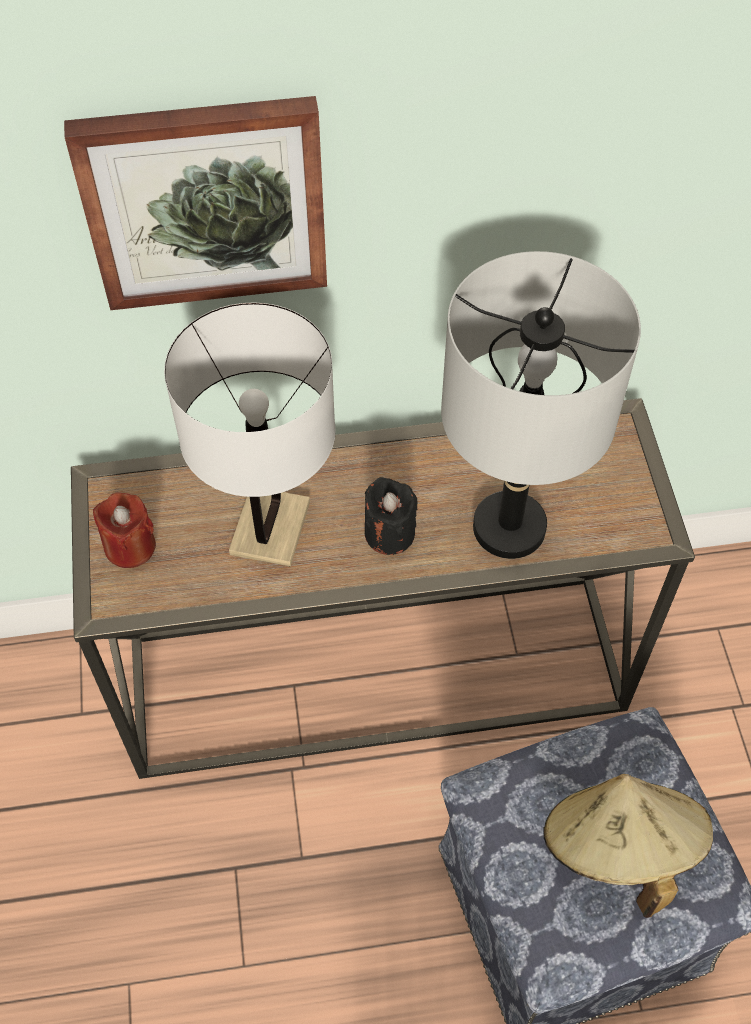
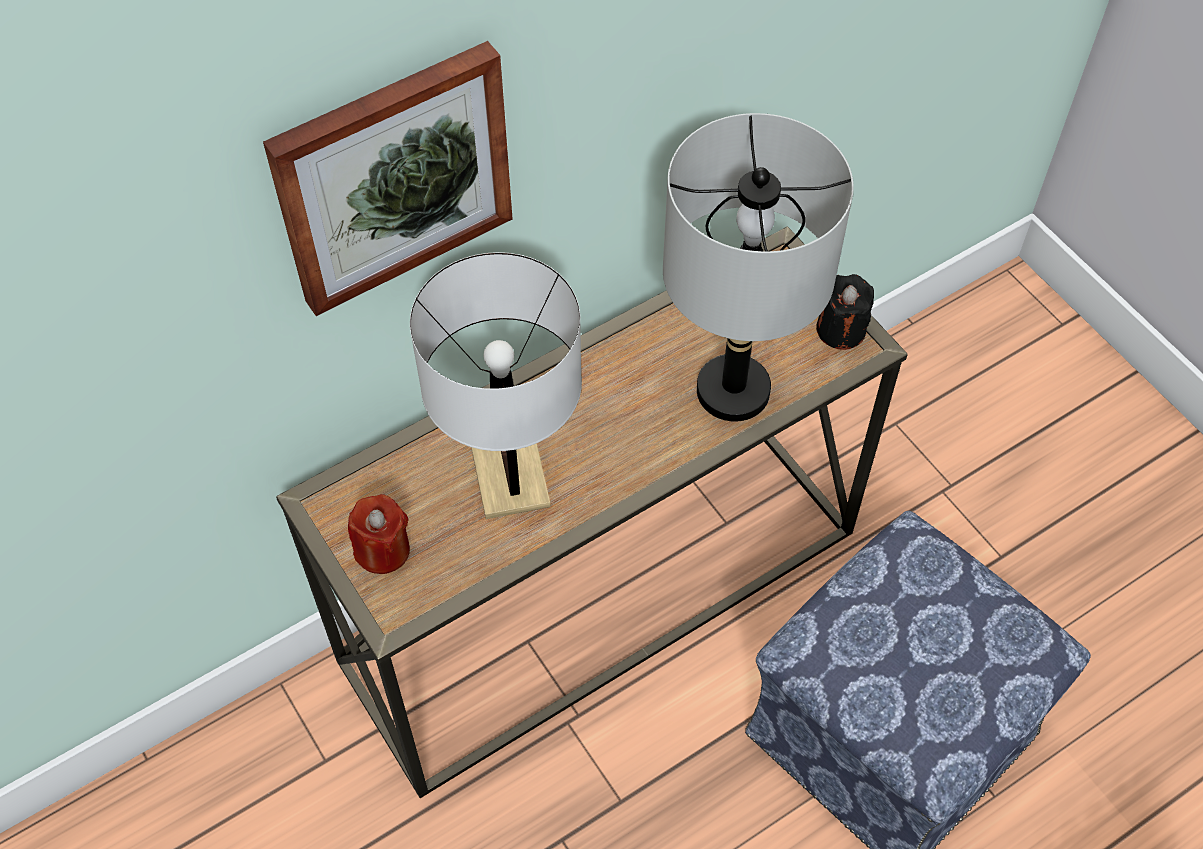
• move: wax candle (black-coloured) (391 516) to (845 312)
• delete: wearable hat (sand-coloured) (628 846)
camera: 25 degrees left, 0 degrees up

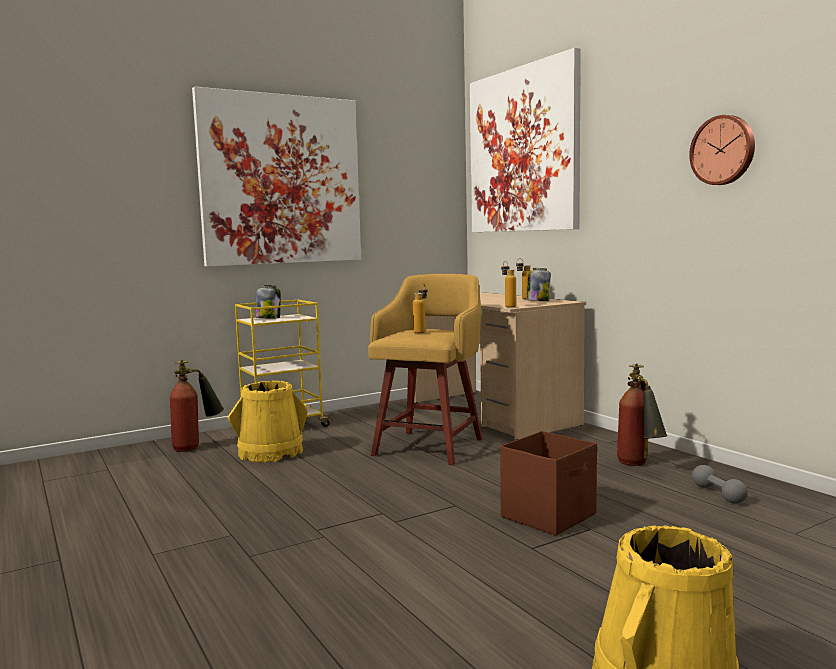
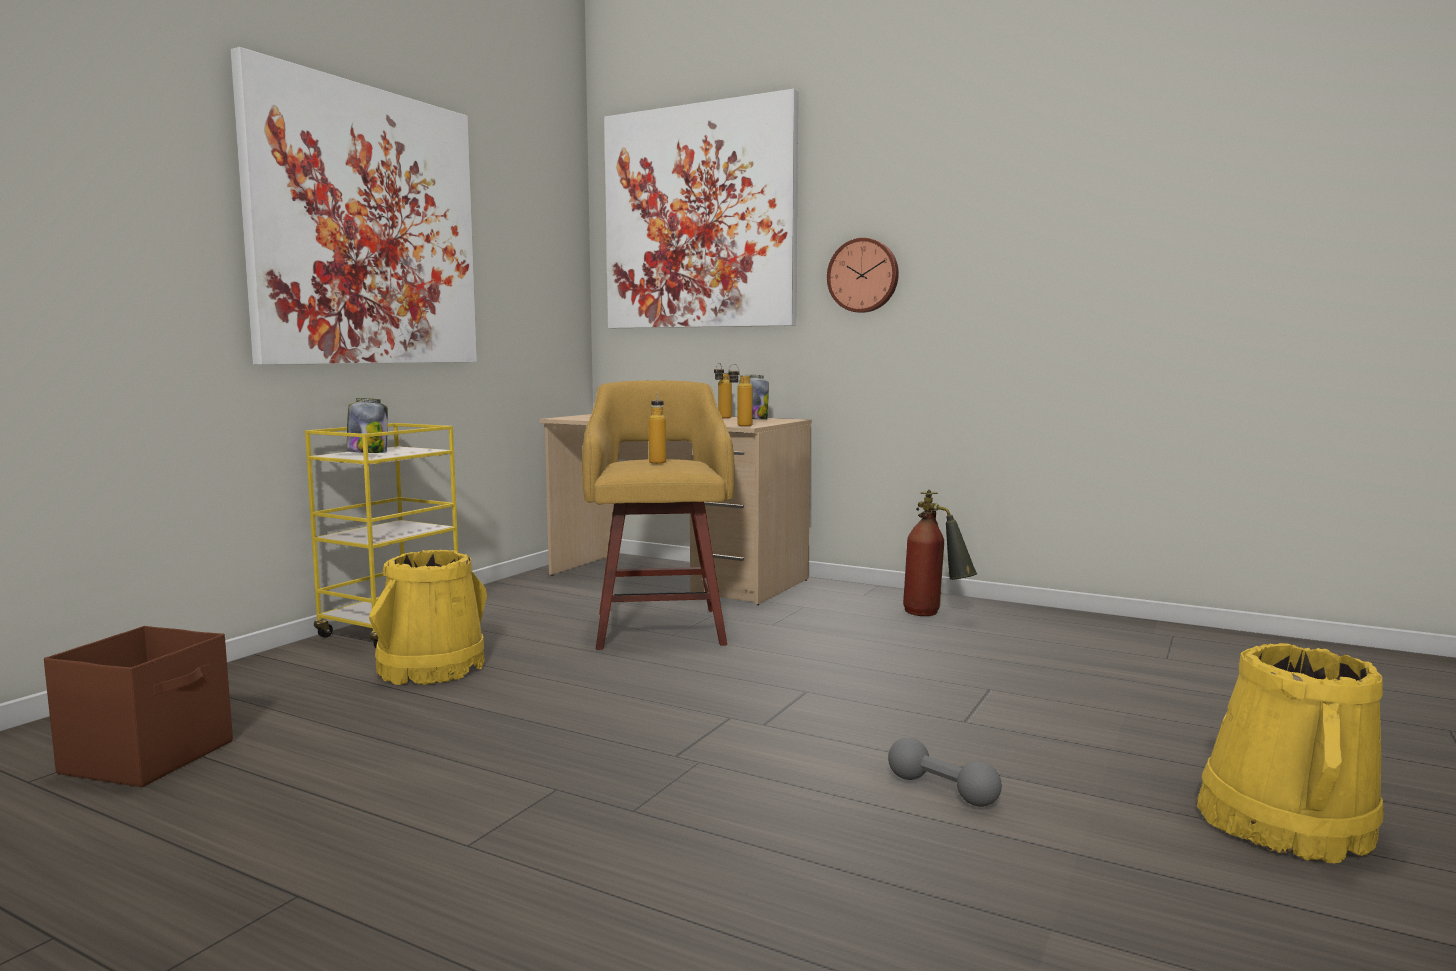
• move: hanging clock (722 150) to (863 275)
• delete: fire extinguisher (197 406)
• move: storage bin (brownish) (548 483) to (138 706)
• move: hand weight (gray) (720 484) to (945 772)
camera: 30 degrees left, 0 degrees up

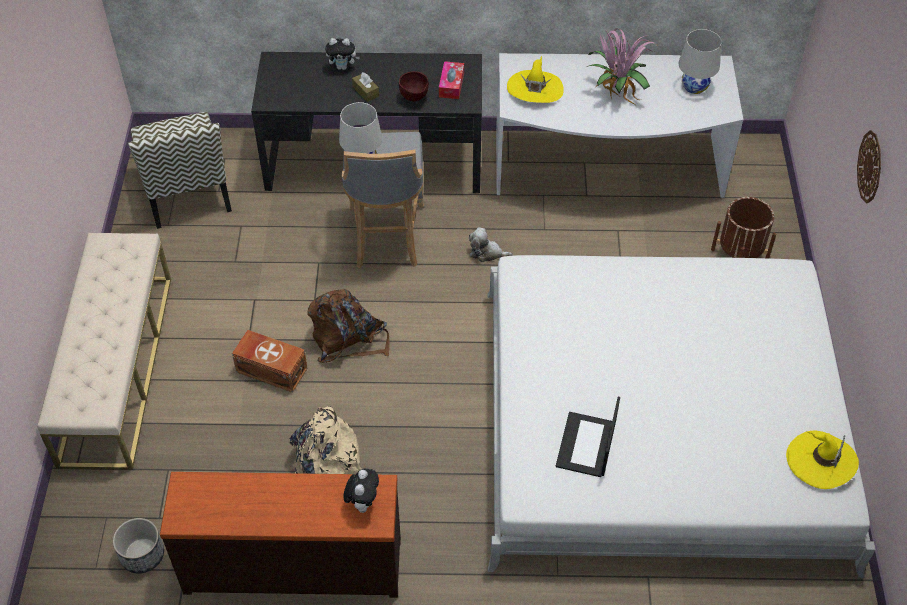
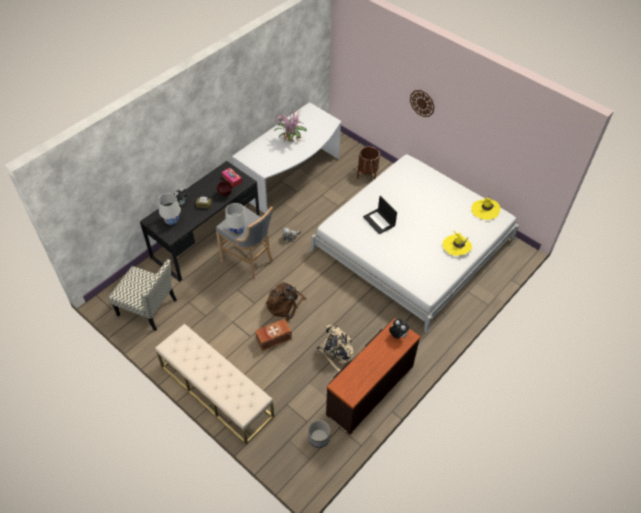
• move: table lamp (whitish) (700 61) to (169 209)
• move: wearable hat (yellowish) (535 79) to (457 243)
• move: laptop (588 437) to (380 215)
camera: 50 degrees left, 0 degrees up

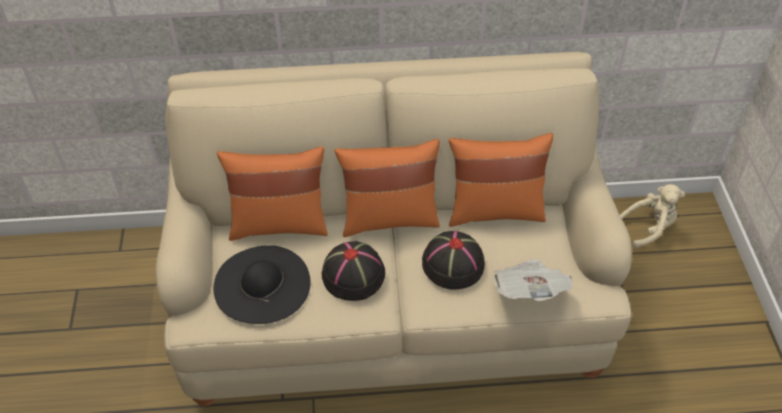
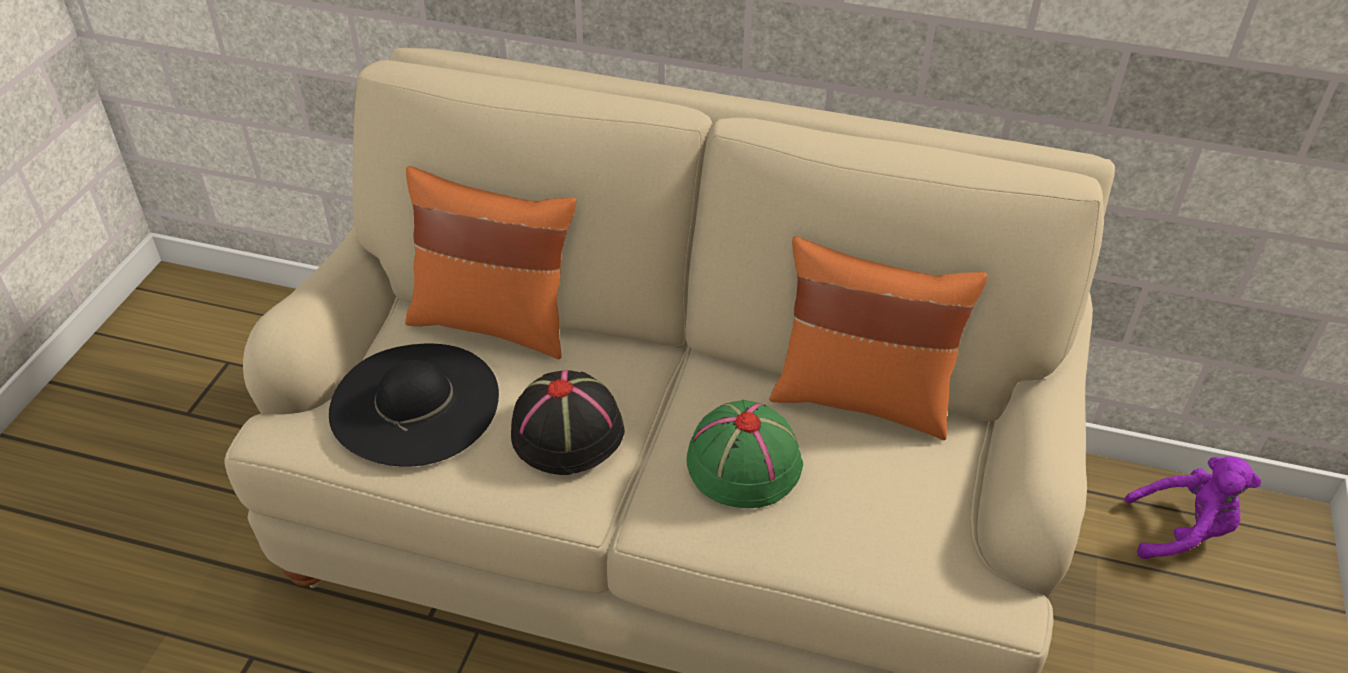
• delete: cushion (orange-coloured) (387 188)
• recolor: plush toy (sand-coloured) (652 216) to plush toy (purple) (1192 507)
• recolor: wearable hat (black-coloured) (453 260) to wearable hat (green) (745 454)
• delete: newspaper (533 280)
camera: 20 degrees right, 5 degrees down

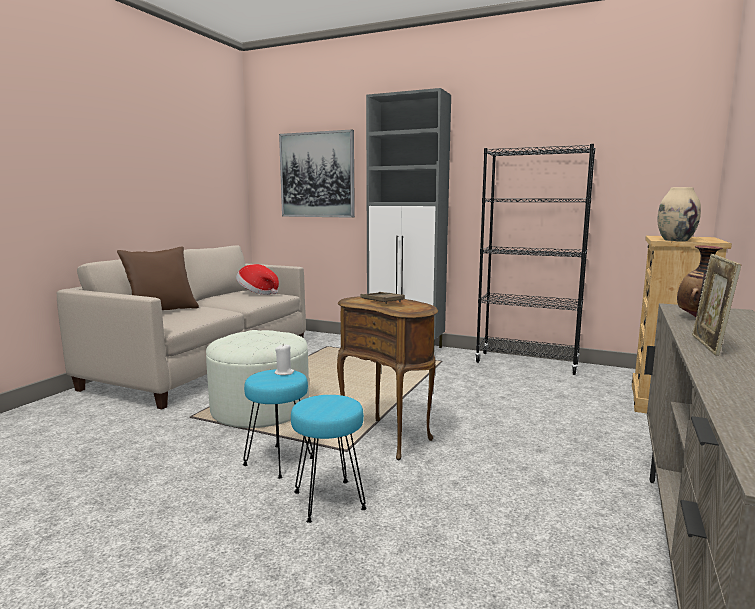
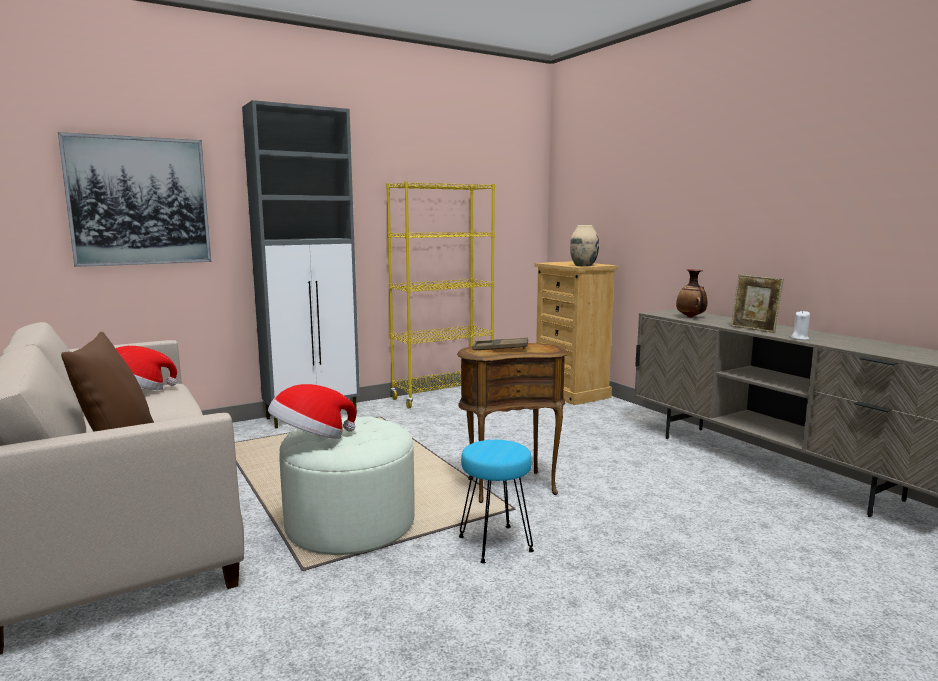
• recolor: bookshelf (black-coloured) (535 259) to bookshelf (yellowish) (440 294)
• move: wax candle (whitish) (284 360) to (800 325)
• delete: sitting stool (turquoise) (329 459)
• insert: wearable hat (312 411)
camera: 55 degrees left, 0 degrees up

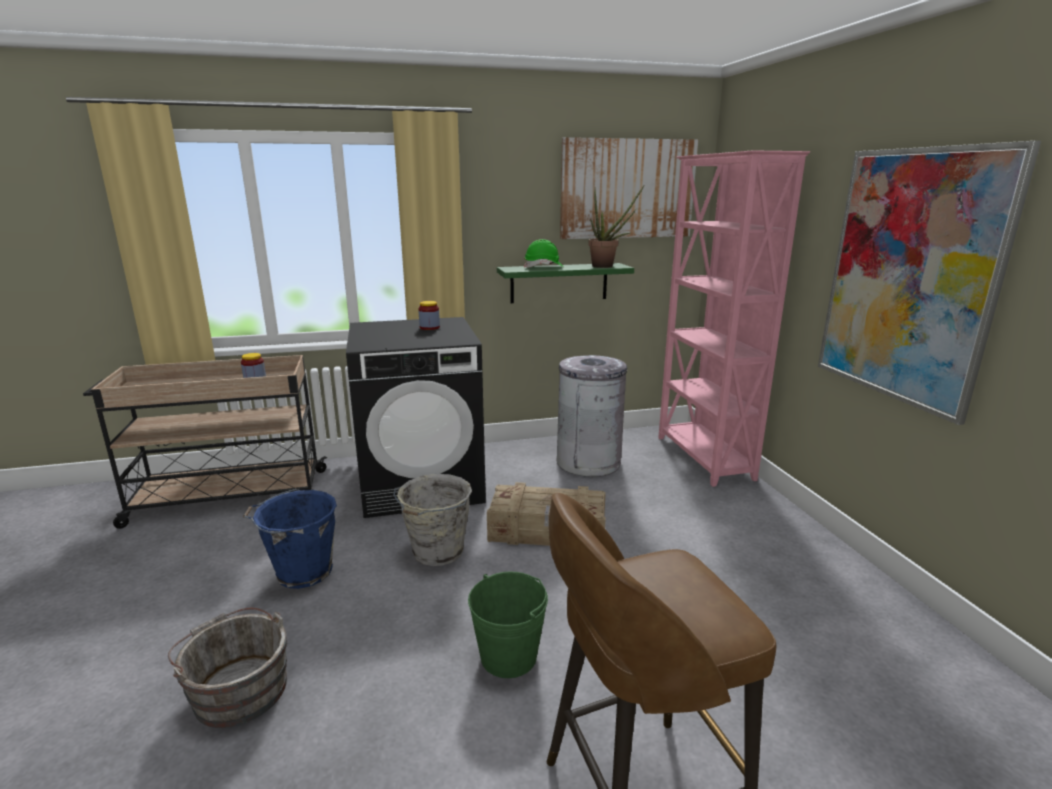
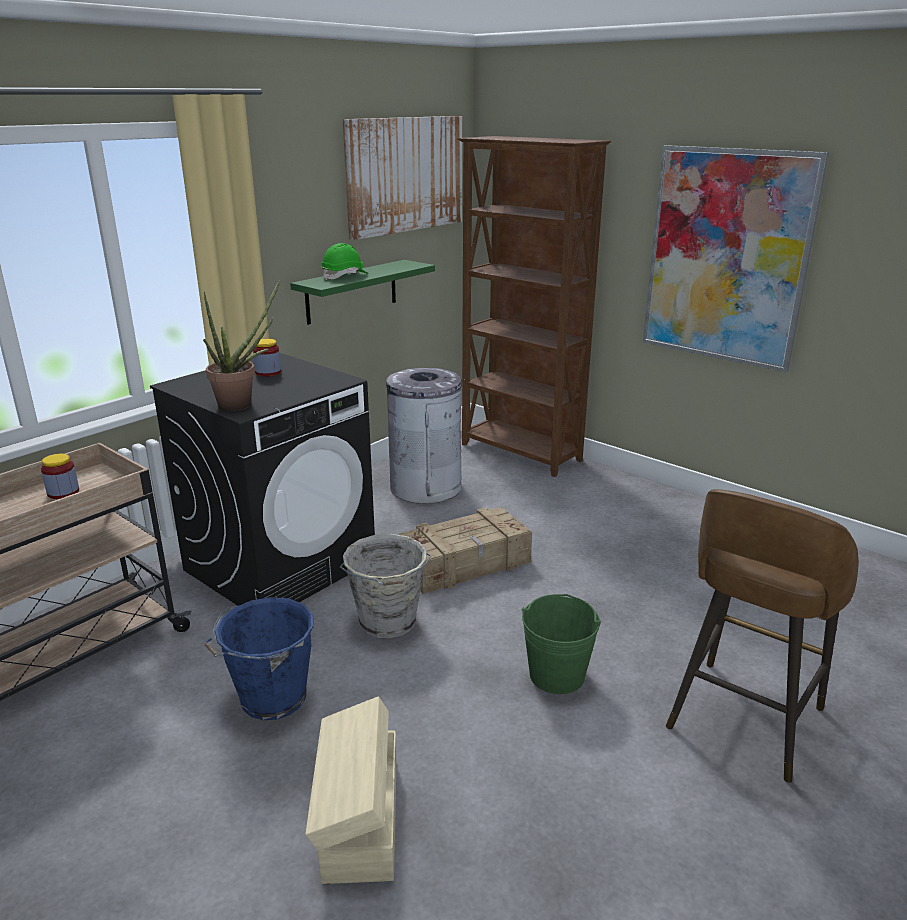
• recolor: bookshelf (pink) (734 318) to bookshelf (brownish) (534 306)
• move: houseplant (616 226) to (241 345)
• replace: pail (gray) (227 668) to storage bin (sand-coloured) (351 790)
camera: 35 degrees left, 5 degrees up

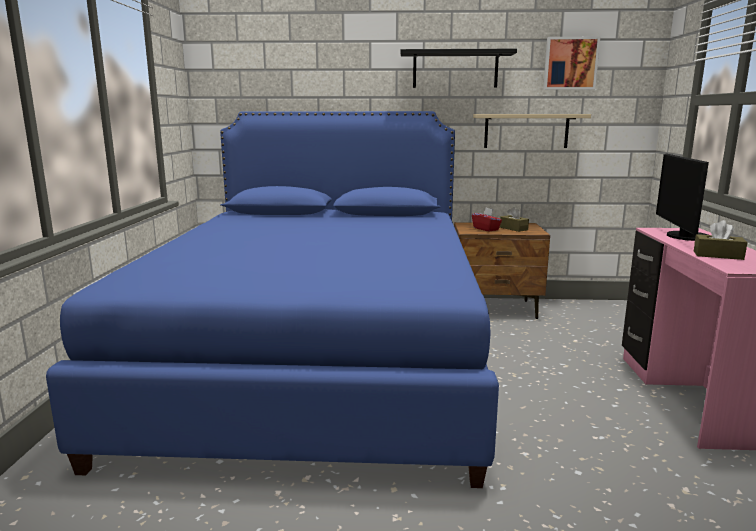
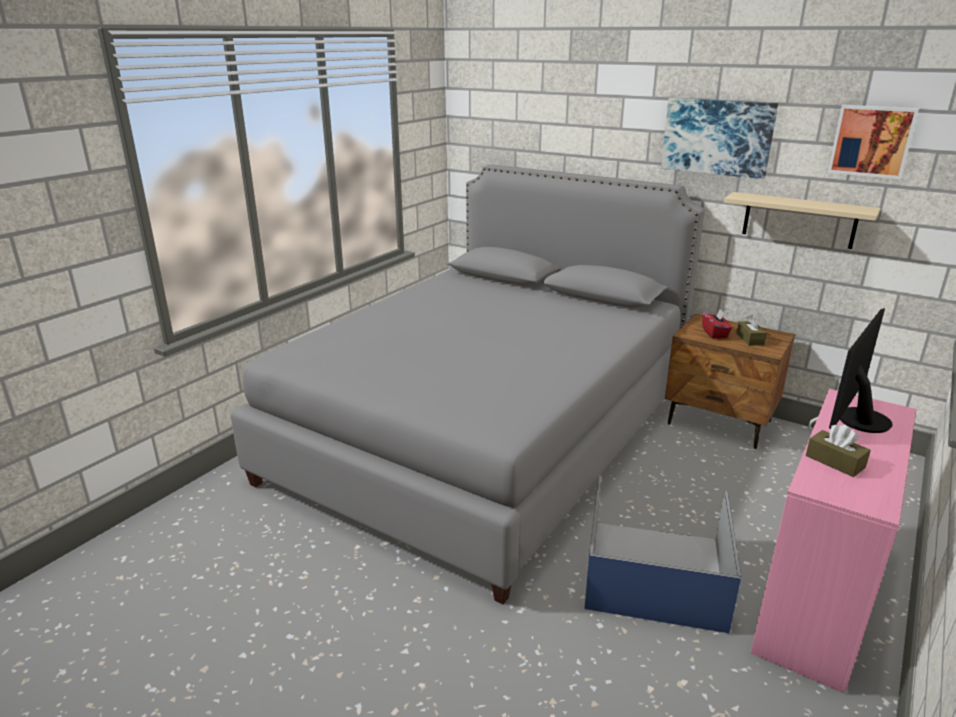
• replace: shelf (black-coloured) (458 68) to wall picture (719 138)
• recolor: sleeping bed (bluish) (272 299) to sleeping bed (gray) (467 384)
• insert: storage bin (bluish) (663 554)
camera: 30 degrees right, 10 degrees up

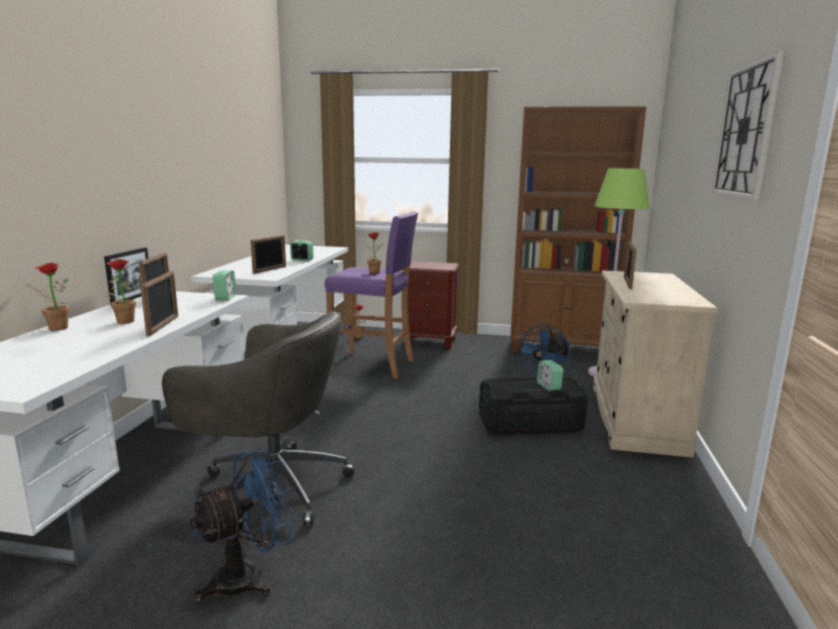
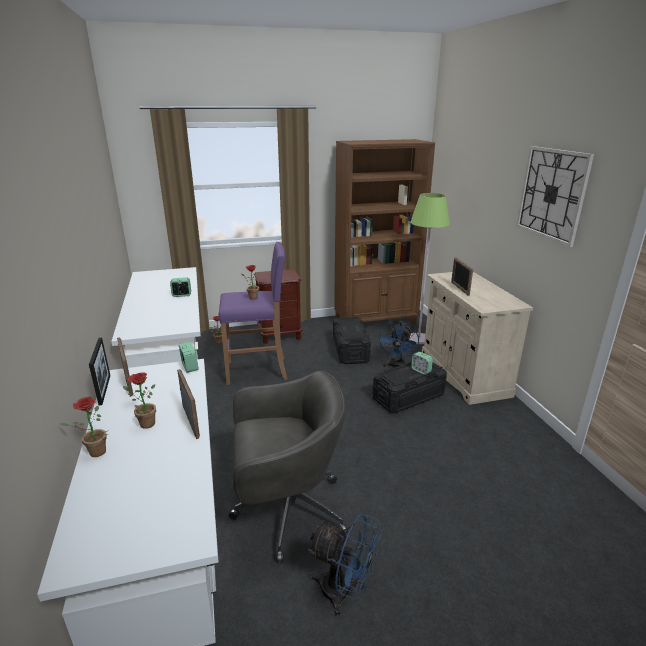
• delete: photo frame (268 254)
• rotate: cooling fan (bluish) (243 524) = (344 565) 90 degrees clockwise
• insert: storage bin (black-coloured) (352 340)
camera: 25 degrees left, 10 degrees up

